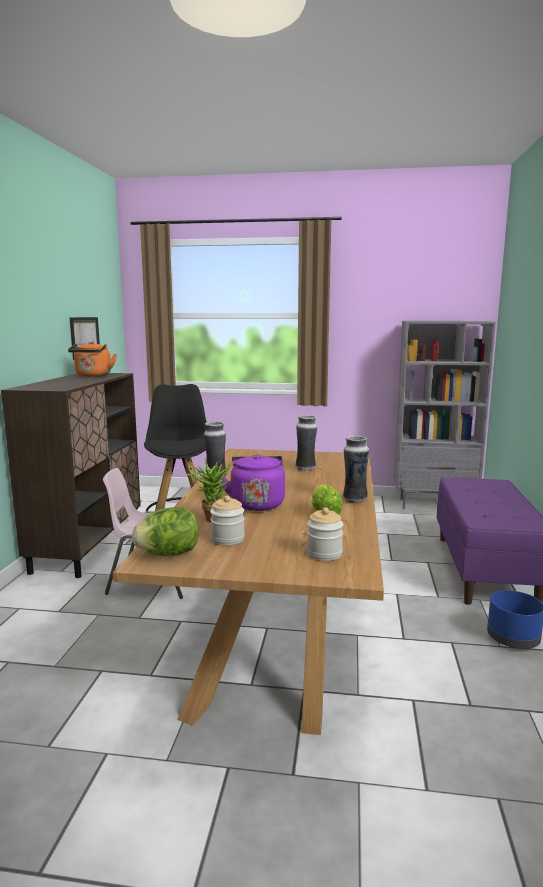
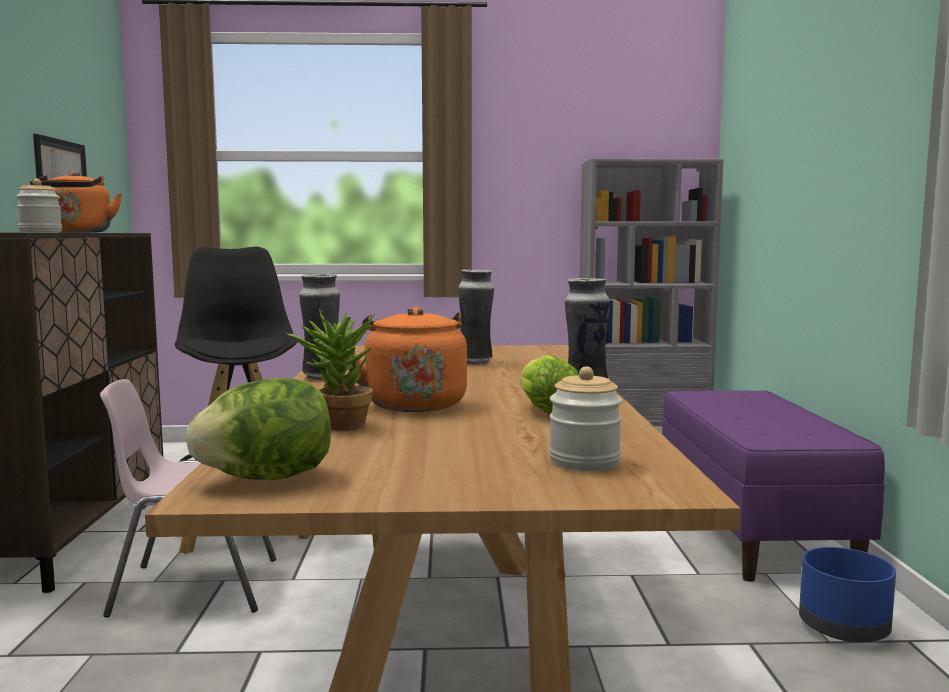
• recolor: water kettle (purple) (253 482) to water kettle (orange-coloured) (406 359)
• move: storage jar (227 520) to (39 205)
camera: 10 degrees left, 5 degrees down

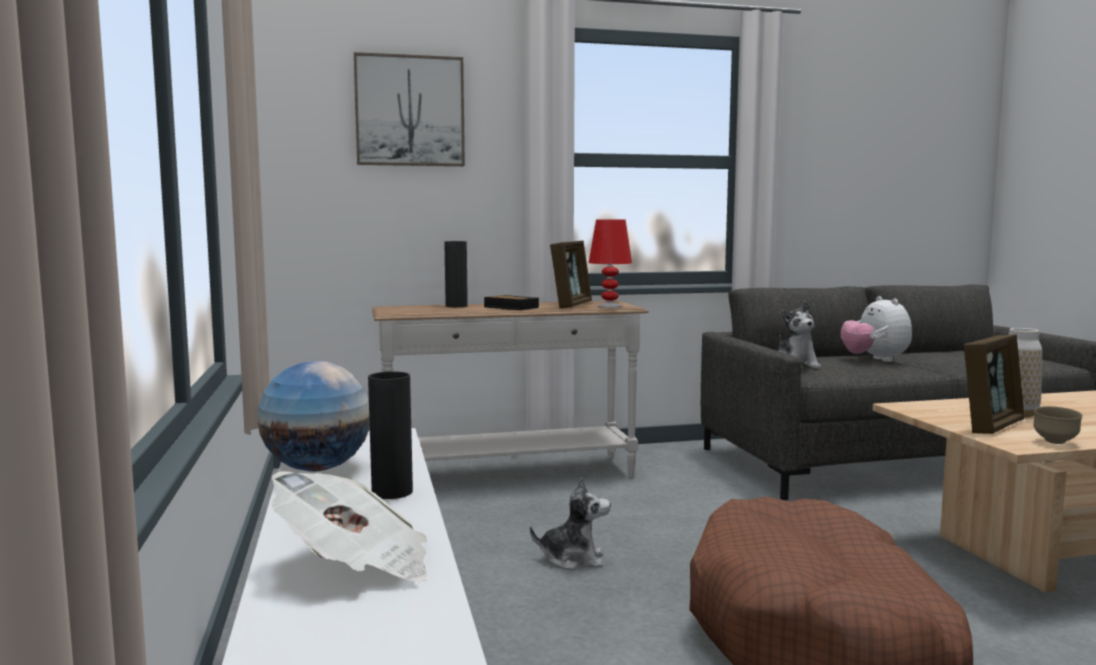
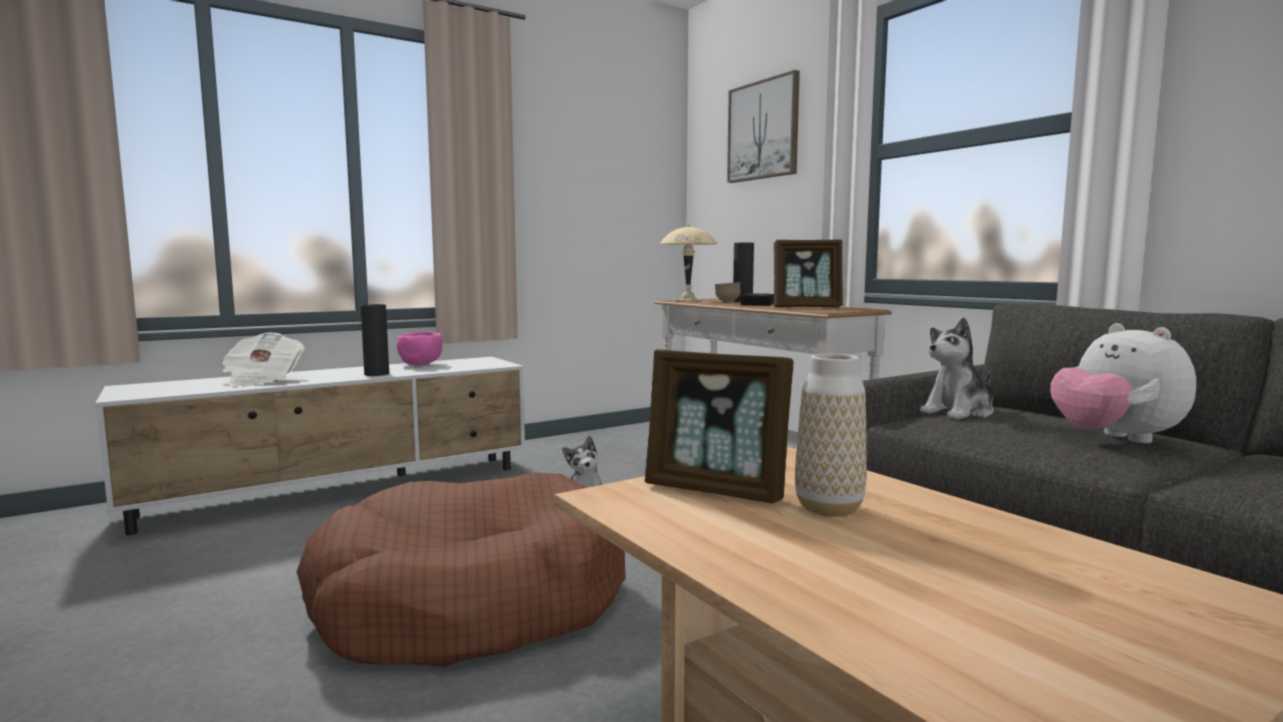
• delete: table lamp (red-coloured) (610 263)
• rotate: plush toy (876 329) = (1123 383) 75 degrees counterclockwise
• replace: desk globe (313 416) to serving bowl (pink) (419 348)
• move: serving bowl (brownish) (1058 425) to (728 292)
• insert: table lamp (sand-coloured) (689 262)
camera: 70 degrees right, 0 degrees up

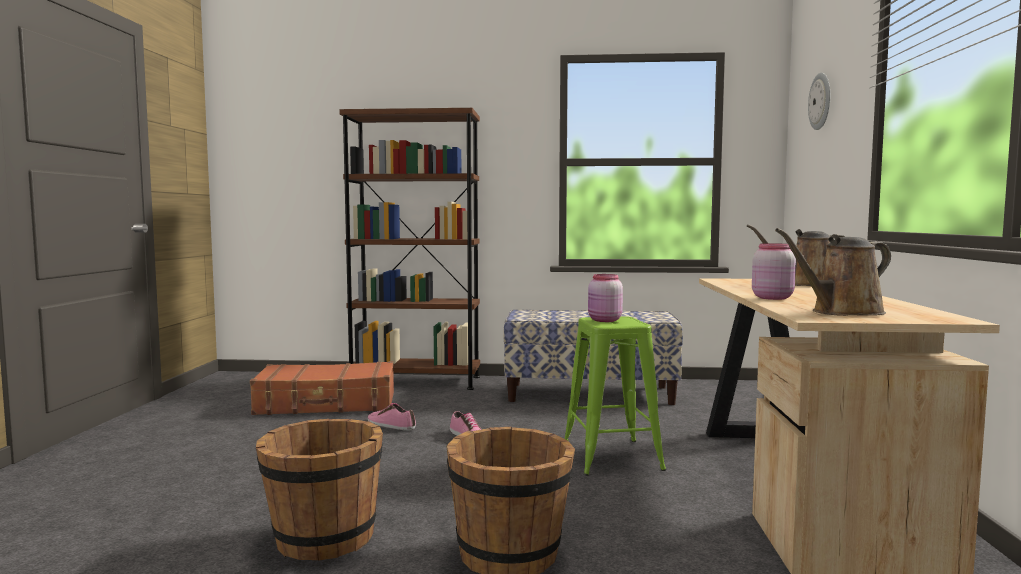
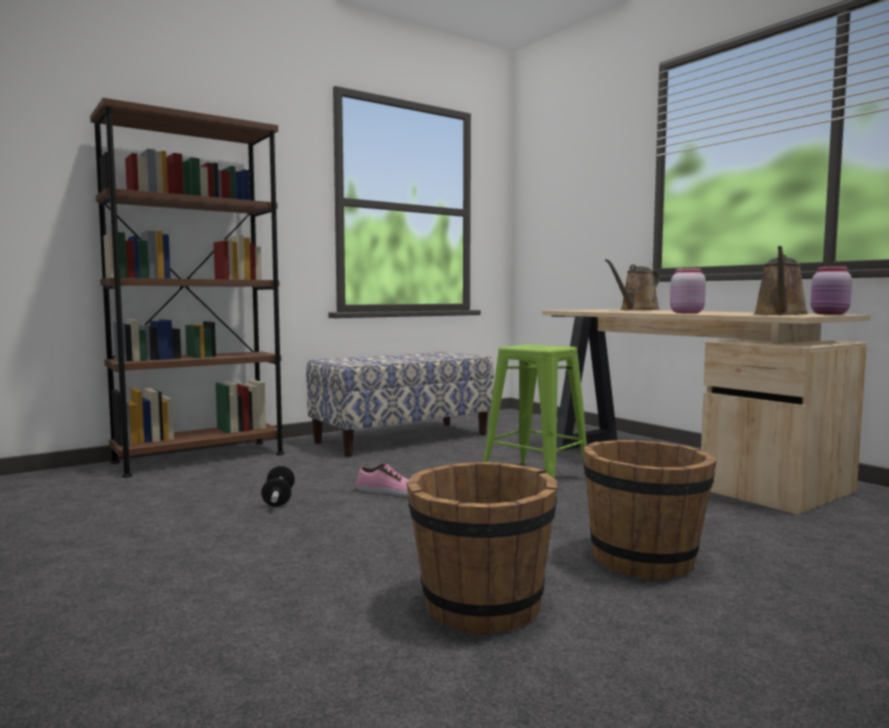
• delete: hanging clock (819 101)
• move: storage jar (pink) (605 298) to (831 290)
• delete: suitcase (brownish) (322 388)
• replace: item of footwear (392 417) to hand weight (278 486)
camera: 40 degrees left, 0 degrees up

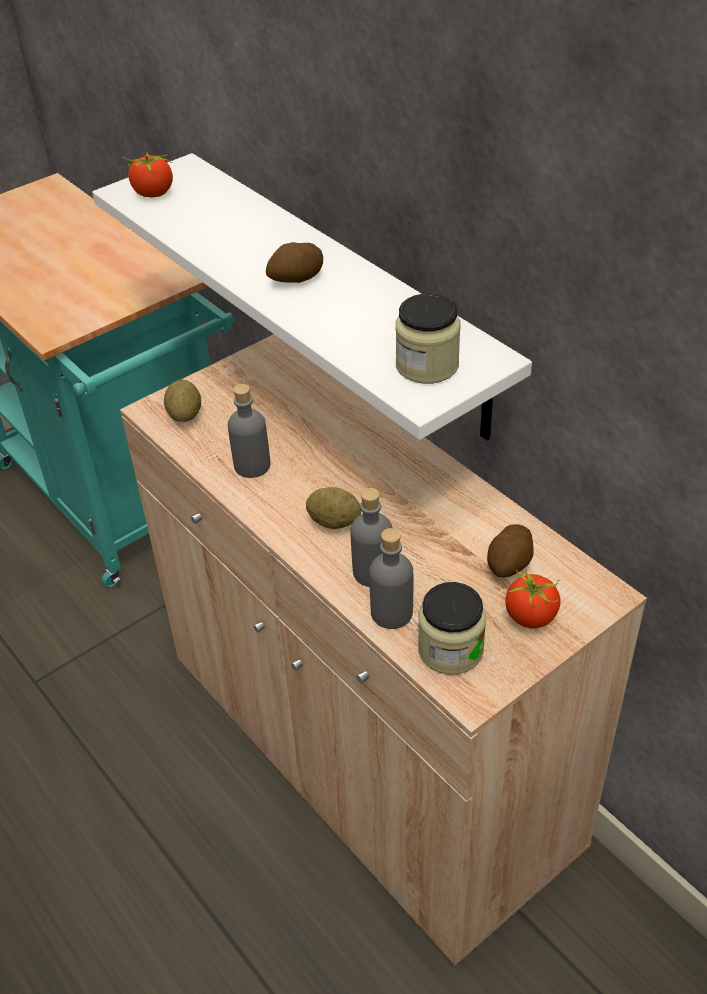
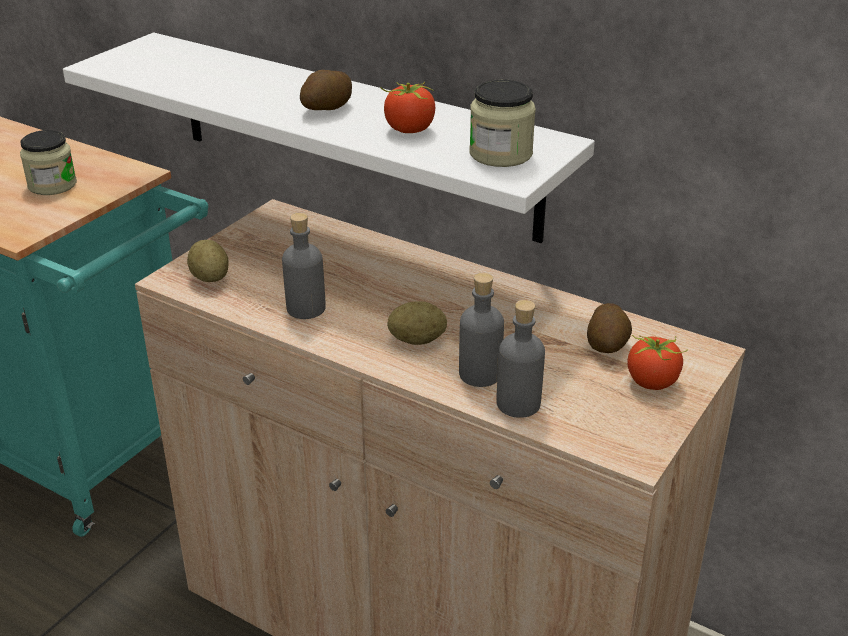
• move: fresh tomato (148 174) to (408 107)
• move: storage jar (452 628) to (48 162)
camera: 20 degrees left, 10 degrees down

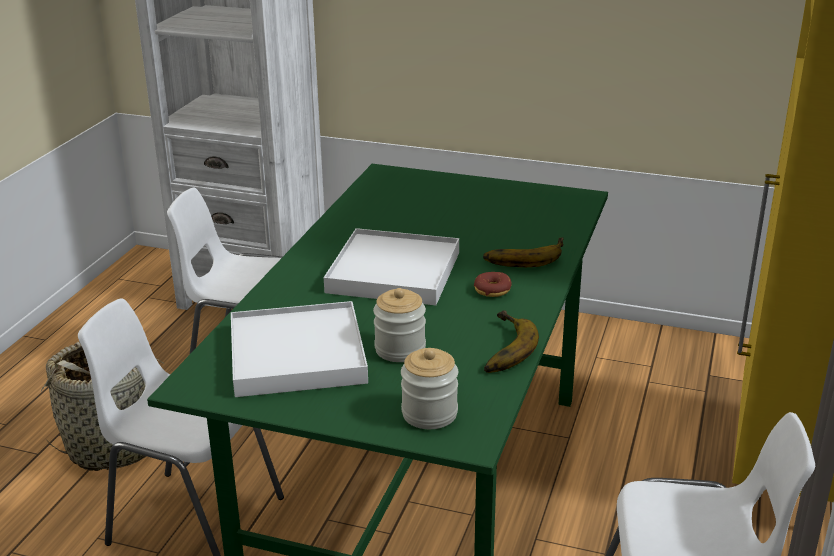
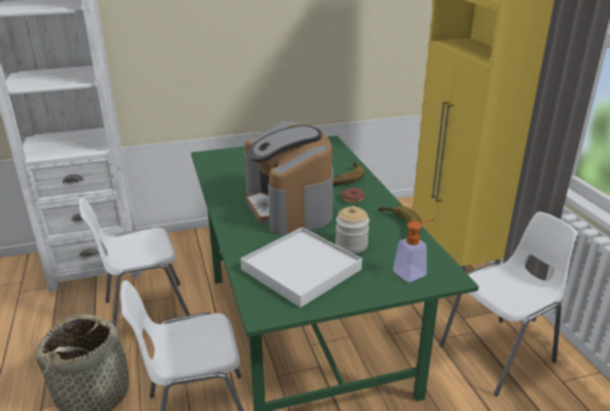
• replace: serving tray (whitish) (391 266) to coffee maker (288 178)
• replace: storage jar (429 388) to soap bottle (413 250)
camera: 35 degrees left, 0 degrees up

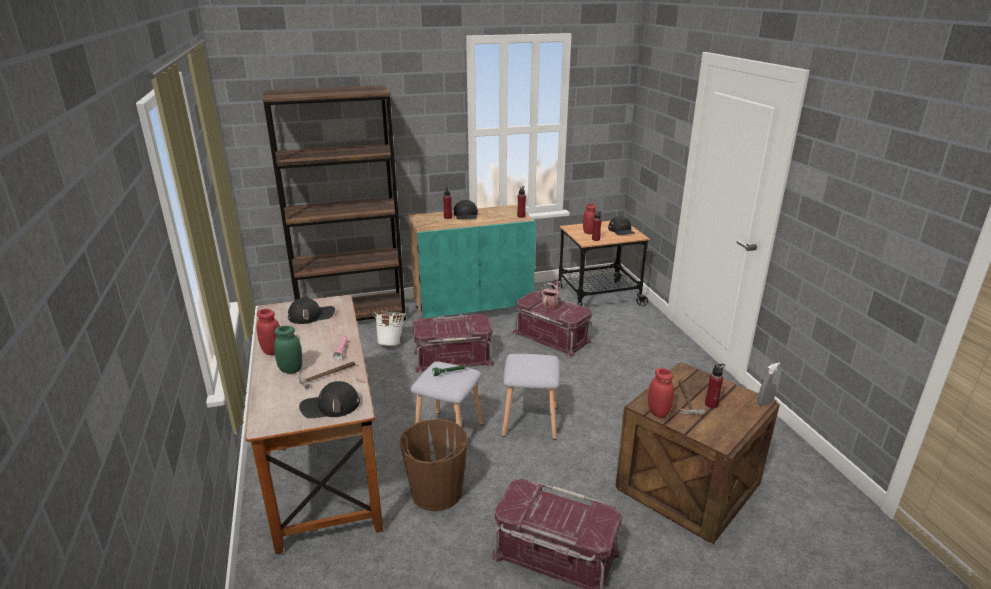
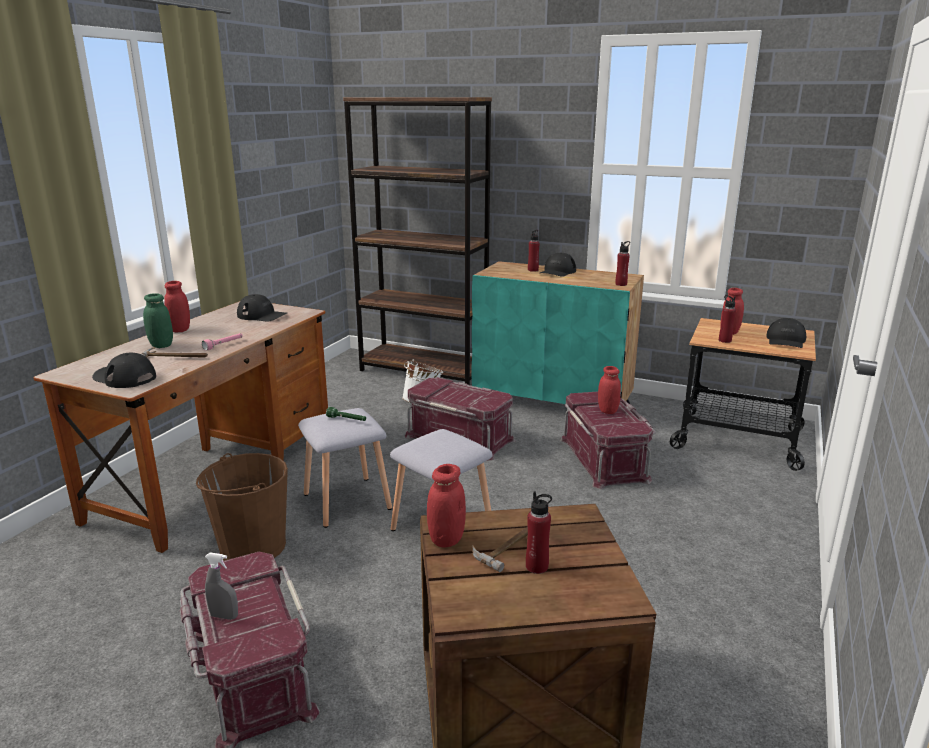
• replace: sprinkling can (551 295) to storage jar (red-coloured) (609 390)
• move: sprayer (gray) (768 384) to (221 586)
camera: 40 degrees right, 5 degrees down

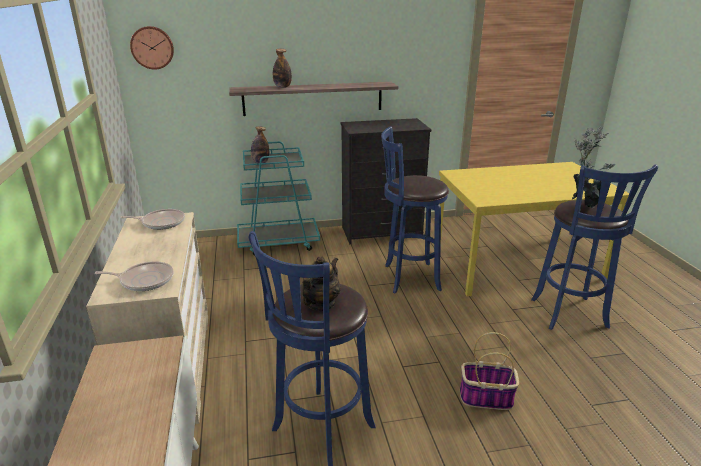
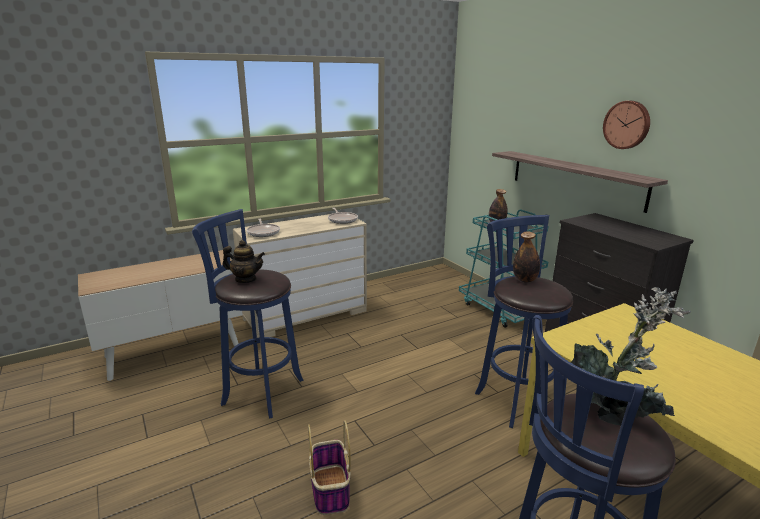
• move: hanging clock (152 48) to (626 125)
• move: bottle (282 68) to (526 257)
camera: 70 degrees right, 5 degrees down

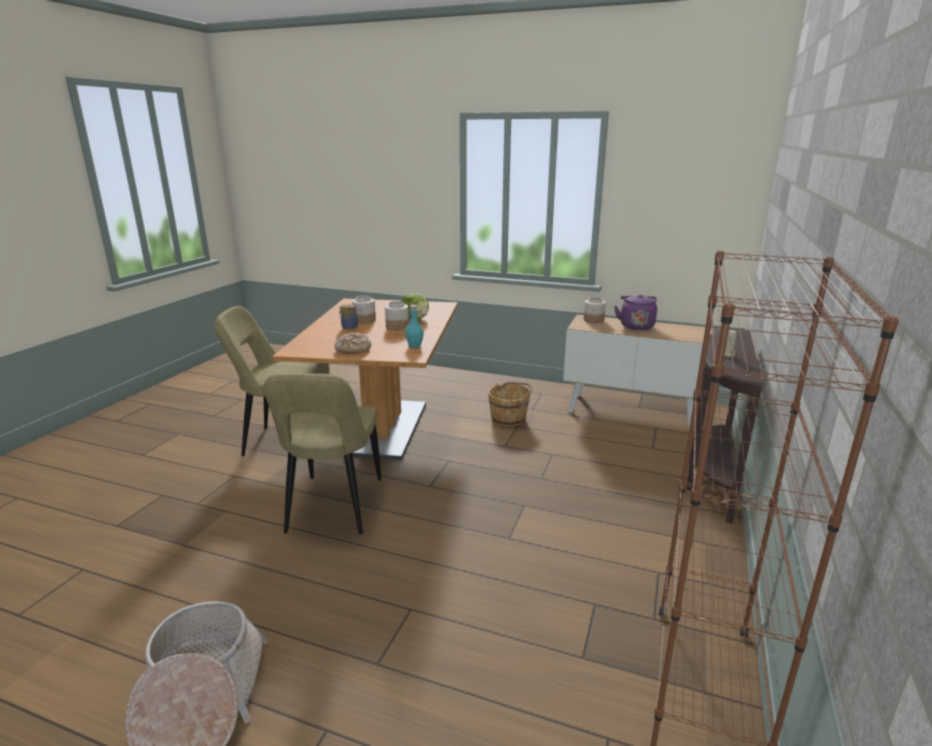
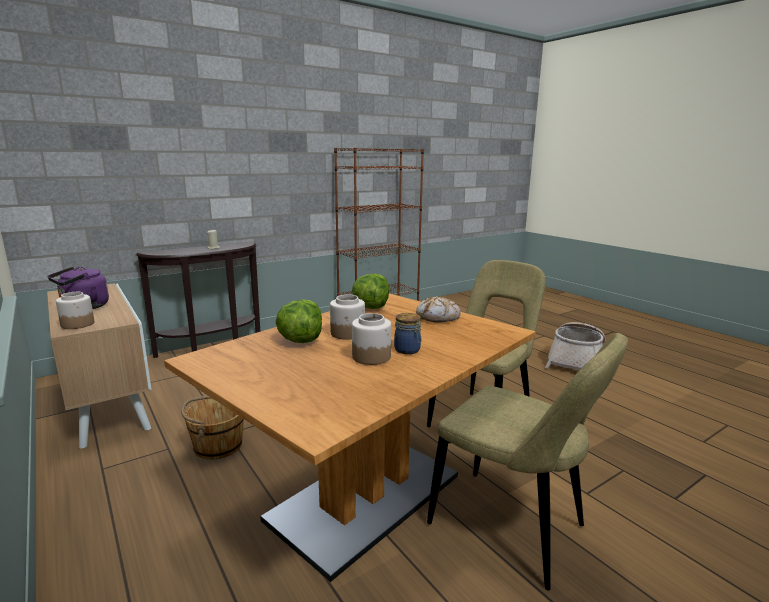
• replace: bottle (turquoise) (414 326) to head of lettuce (370 291)
camera: 145 degrees left, 5 degrees down

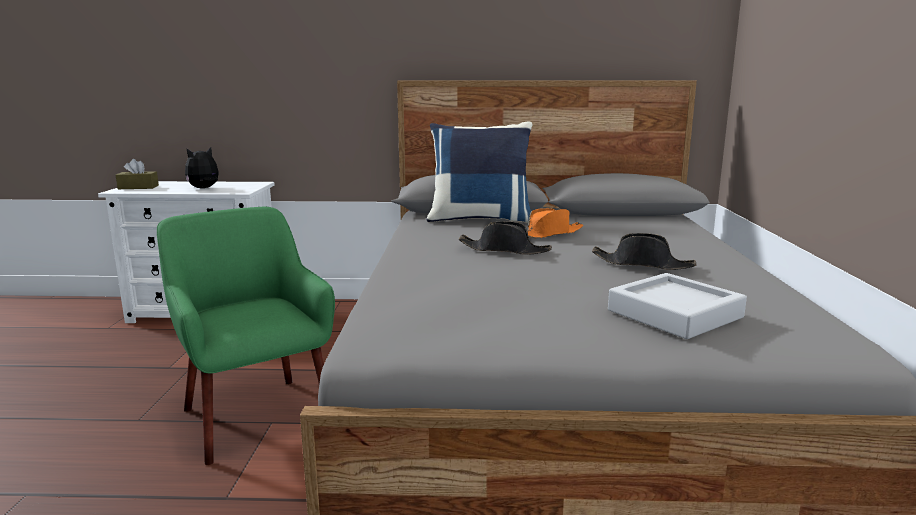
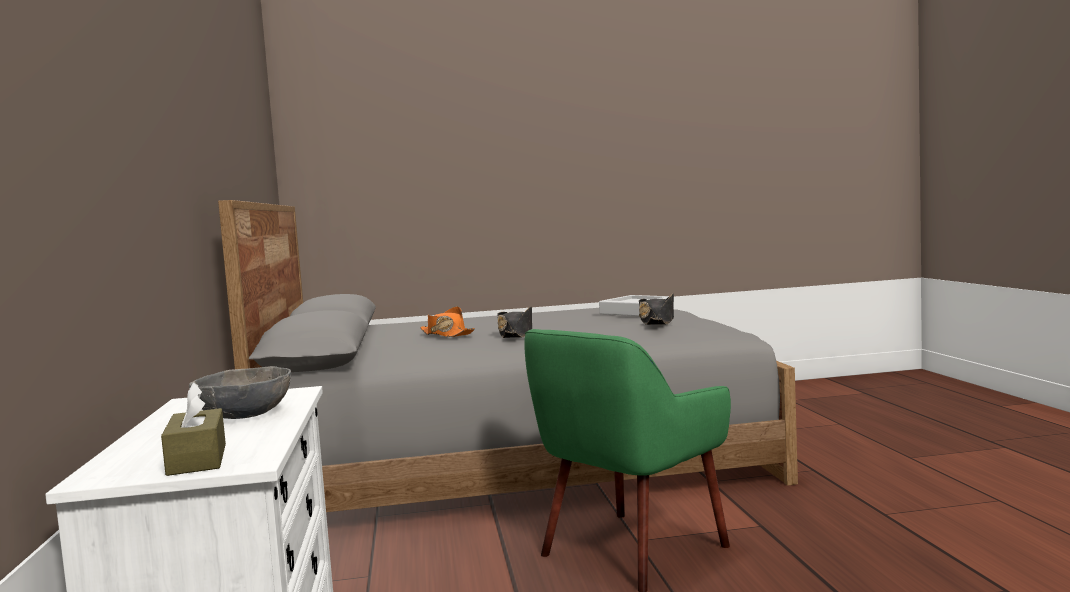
• delete: cushion (bluish) (479 172)
• replace: plush toy (202 167) to serving bowl (gray) (240 392)
• move: wearable hat (black-coloured) (644 251) to (656 309)
camera: 100 degrees left, 10 degrees down

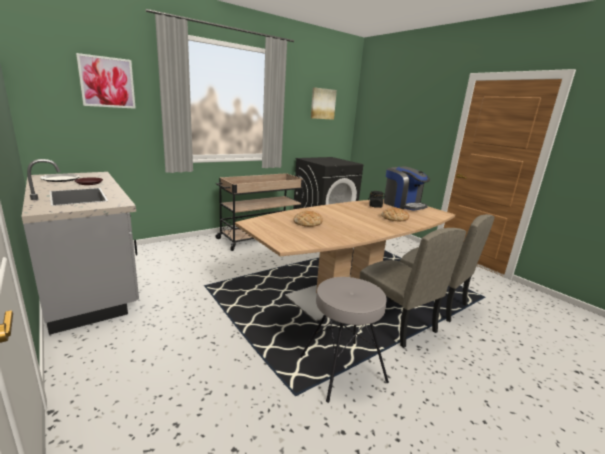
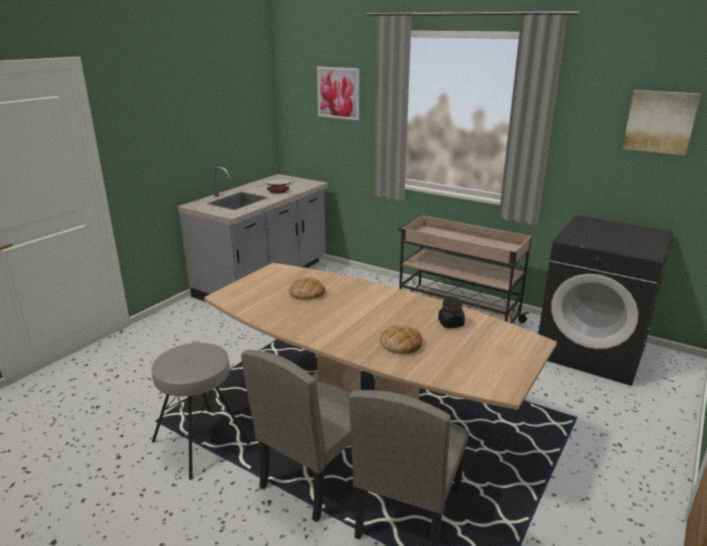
• delete: coffee maker (407 188)
camera: 70 degrees right, 5 degrees up

